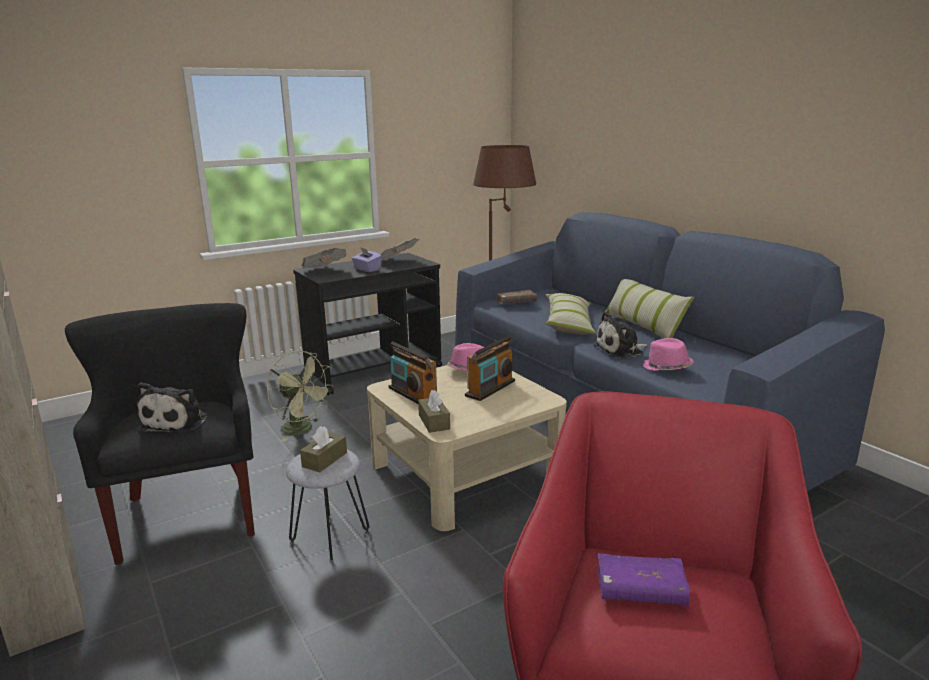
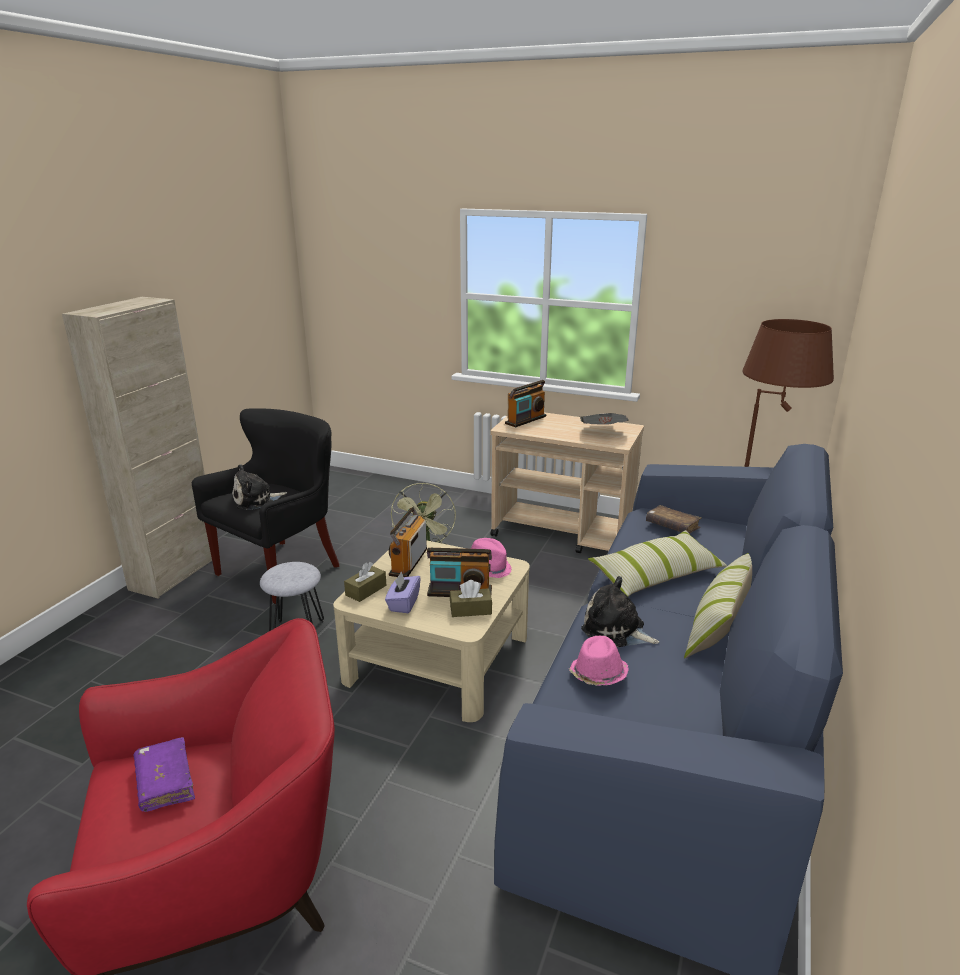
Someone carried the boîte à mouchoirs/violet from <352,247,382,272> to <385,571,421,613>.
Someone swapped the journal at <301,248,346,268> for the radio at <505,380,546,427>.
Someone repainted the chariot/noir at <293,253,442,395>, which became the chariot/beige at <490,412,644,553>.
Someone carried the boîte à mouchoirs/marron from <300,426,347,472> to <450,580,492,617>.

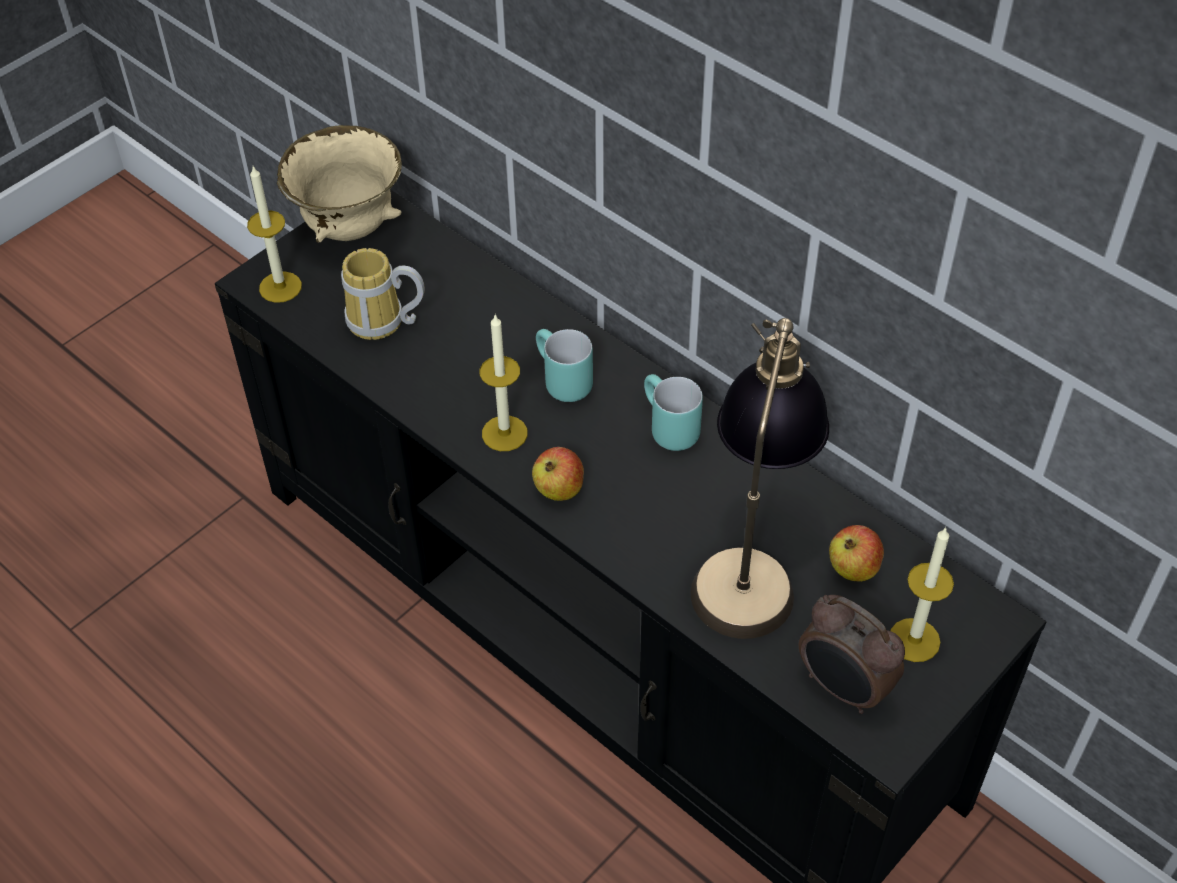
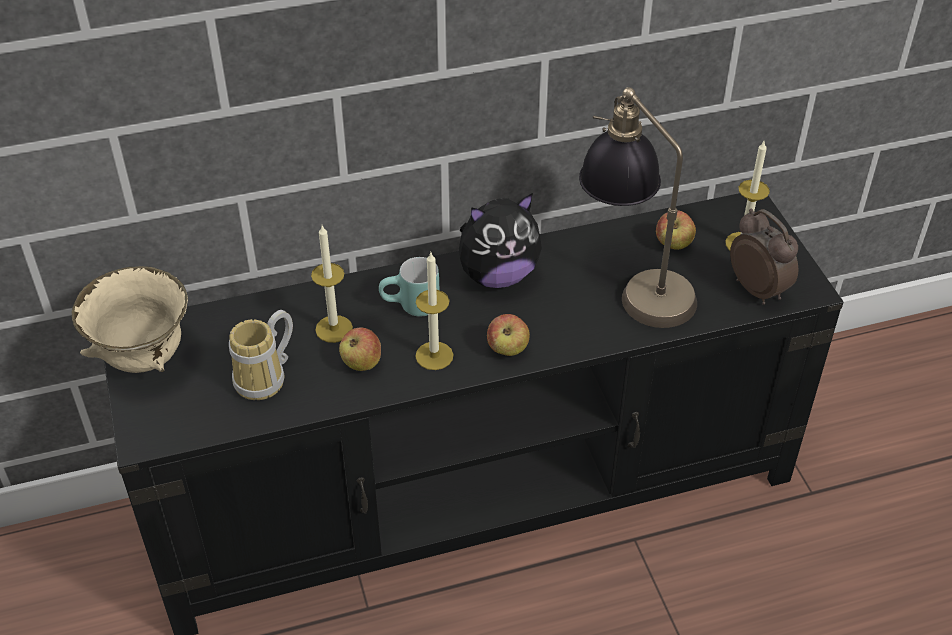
Someone carried the bougie from <247,166,302,303> to <311,226,353,343>.
Someone swapped the mug/turquoise at <644,374,703,451> for the peluche at <459,193,542,288>.
Someone rotated the réveil at <799,595,905,714> by 105 degrees counterclockwise.
Someone put down the pomme at <339,327,381,371>.

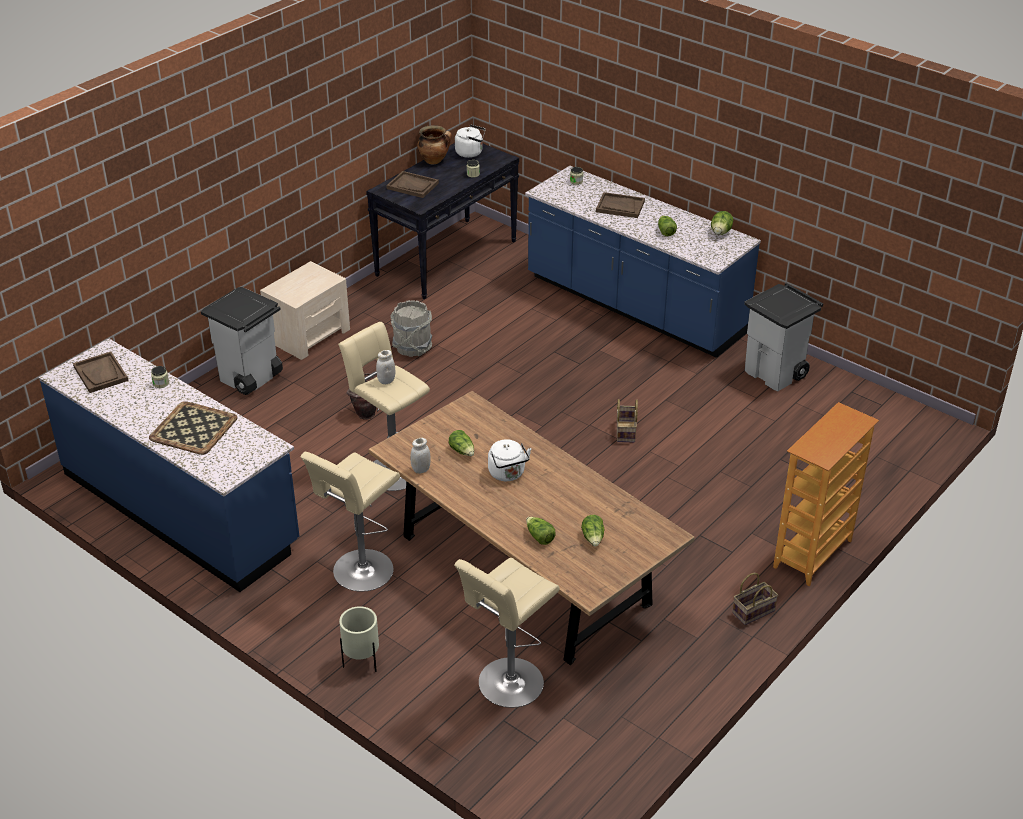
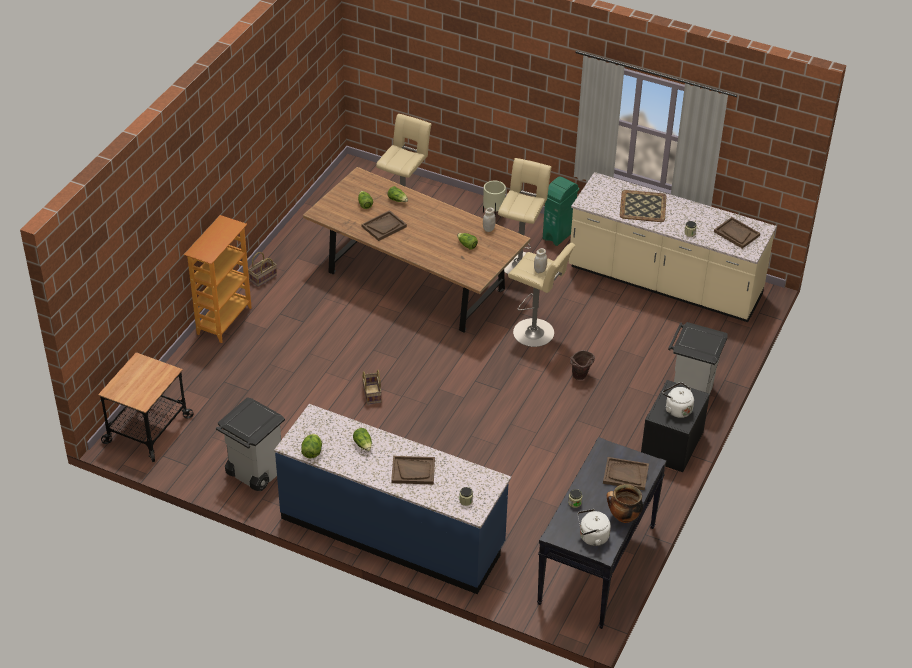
Someone repainted the table de chevet/beige at <260,261,350,360>, which became the table de chevet/noir at <641,380,710,472>.
Someone took away the seau/gris at <390,300,432,357>.
Someone repainted the comptoir de cuisine/bleu at <39,339,299,592>, which became the comptoir de cuisine/beige at <569,172,777,322>.
Someone carried the bouilloire/blanc from <488,439,531,481> to <662,382,694,418>.
Someone put down the poubelle/vert at <543,177,579,246>.
Someone put down the plateau/marron at <362,210,407,241>.
Someone put down the chariot at <98,352,194,462>.

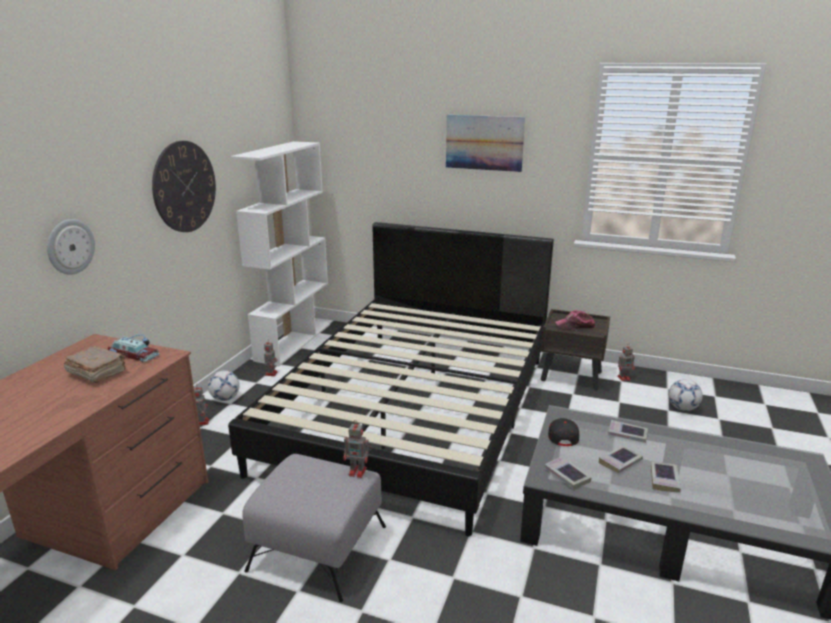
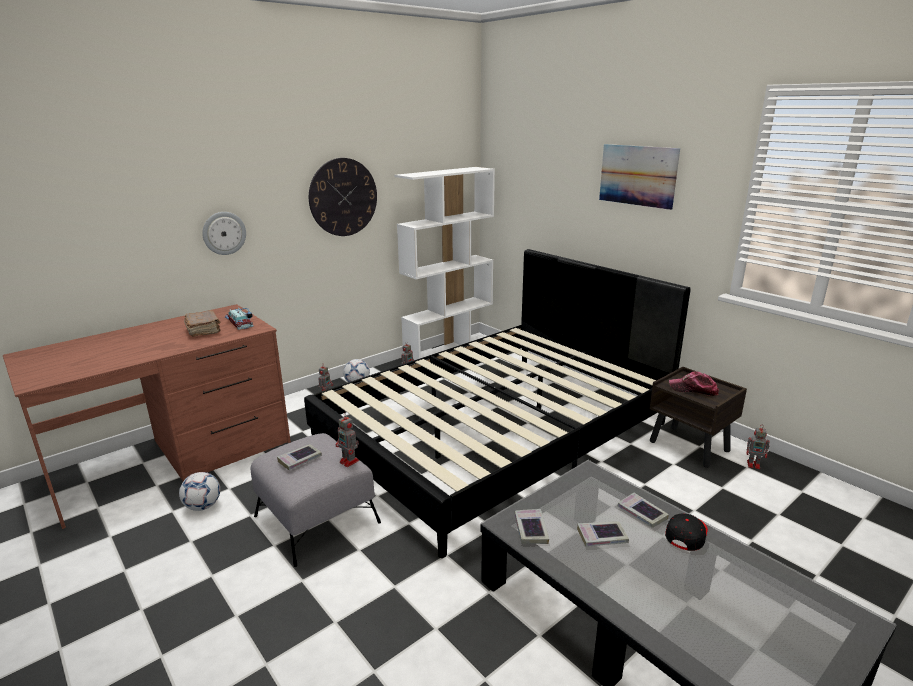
Someone carried the ballon de foot from <669,379,703,411> to <179,472,220,511>.
Someone carried the casquette/noir from <548,418,579,446> to <665,513,708,551>.
Someone carried the livre from <651,461,681,493> to <277,444,322,470>.

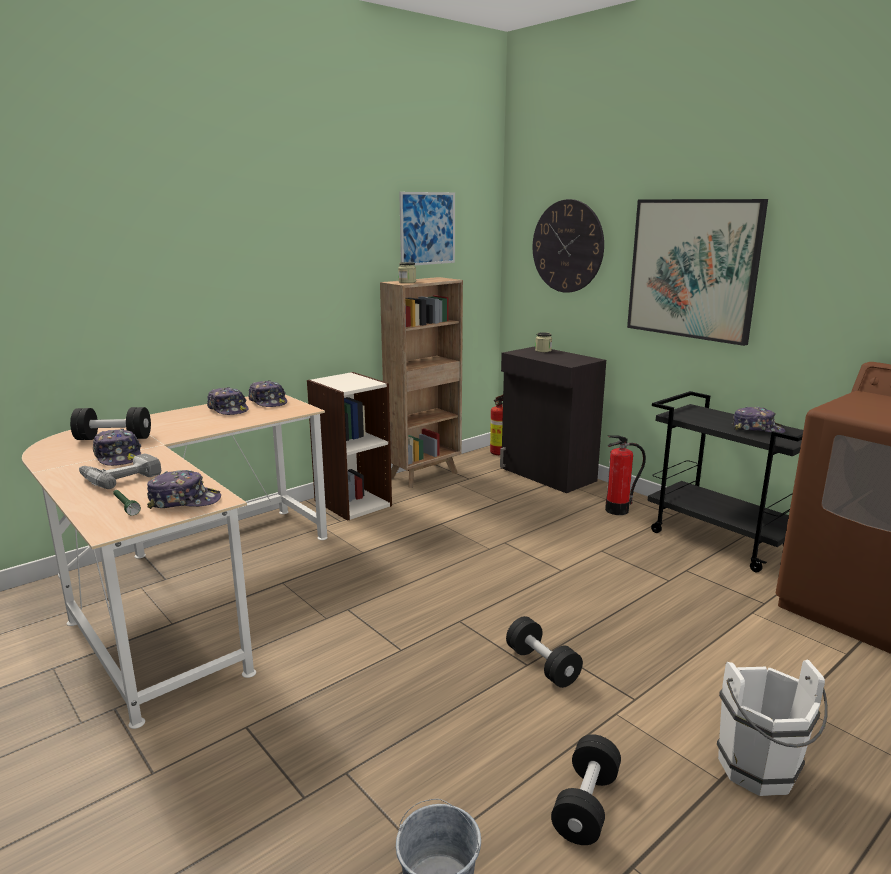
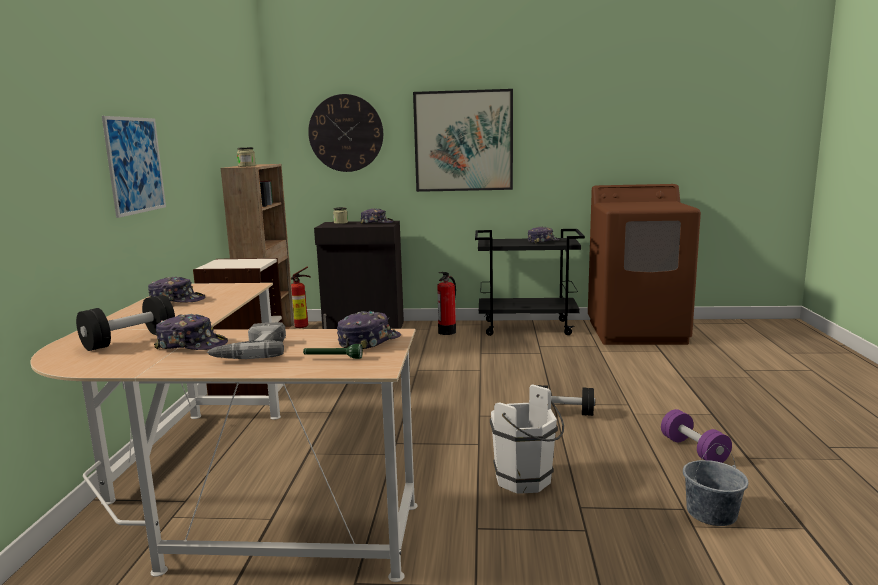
Someone carried the tableau from <399,192,455,265> to <102,116,166,218>.
Someone carried the casquette from <248,380,287,407> to <361,208,394,224>.
Someone carried the seau/blanc from <717,660,828,796> to <490,385,564,494>.
Someone repainted the haltère/noir at <551,734,621,845>, which became the haltère/violet at <661,409,732,463>.

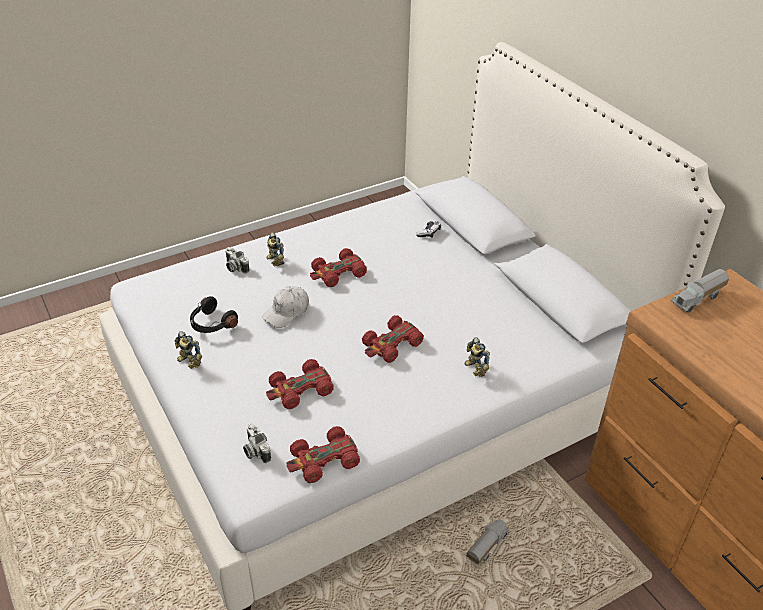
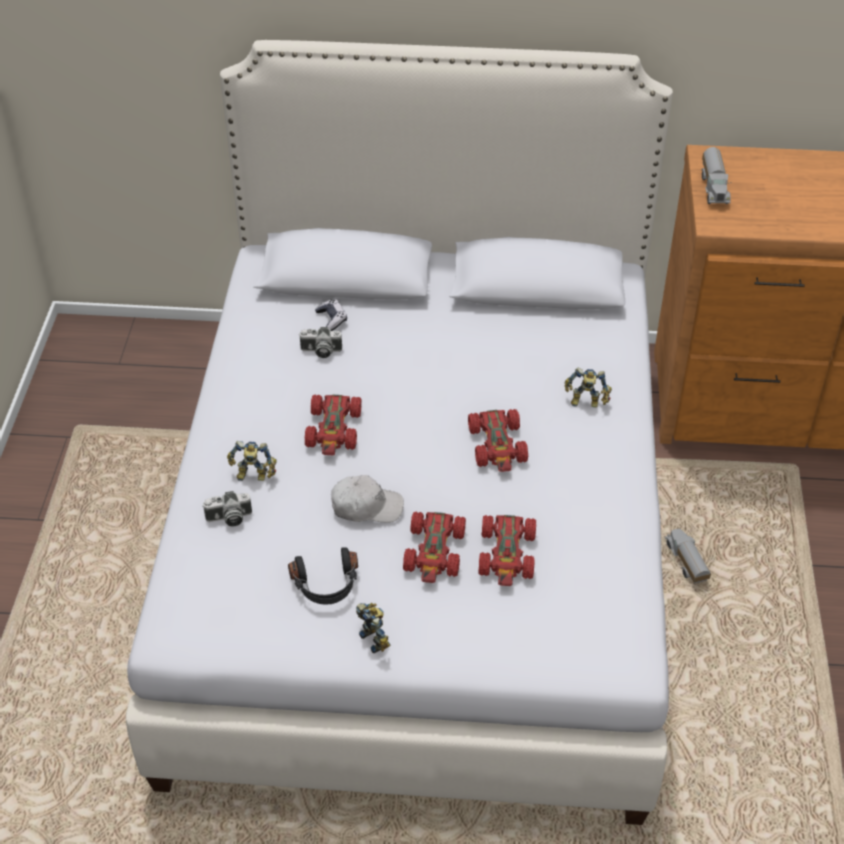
Someone rotated the casquette/blanc at <262,286,309,328> by 75 degrees counterclockwise.
Someone rotated the robot jouet at <174,331,202,369> by 105 degrees counterclockwise.
Someone carried the appareil photo from <243,424,271,463> to <299,327,342,358>.
Someone carried the petite voiture/rouge from <286,426,360,483> to <403,511,466,583>.

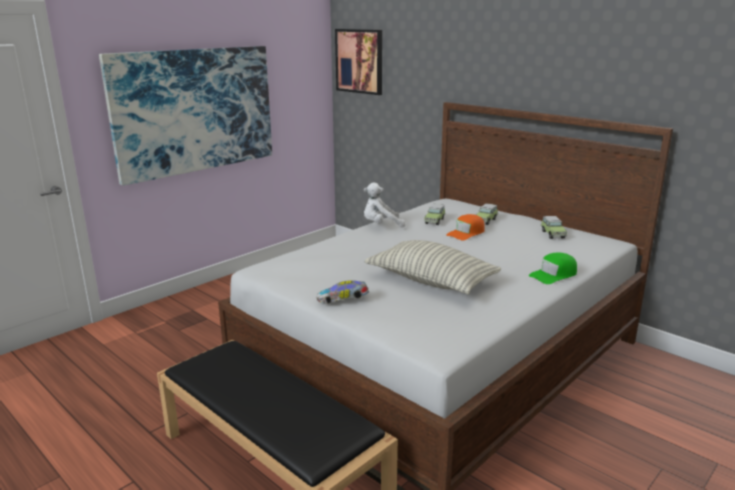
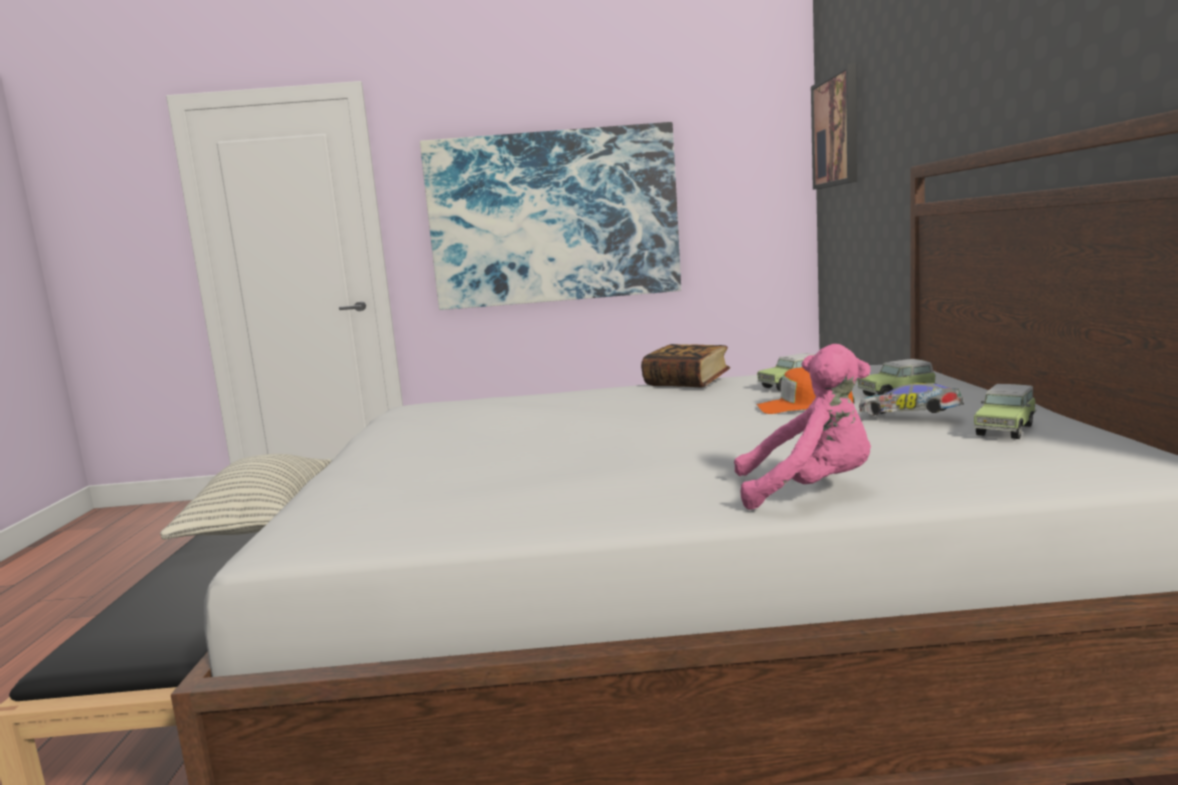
Someone swapped the peluche/blanc at <364,183,405,228> for the livre at <641,344,730,387>.
Someone carried the coussin from <364,240,501,294> to <160,454,331,540>.
Someone swapped the casquette/vert at <529,253,577,284> for the peluche/rose at <734,344,871,510>.
Someone carried the petite voiture from <317,280,369,304> to <859,383,964,416>.

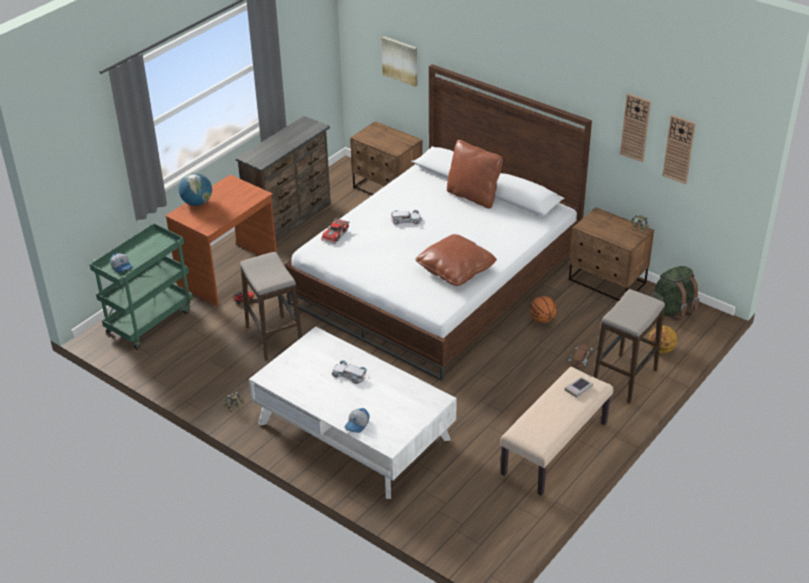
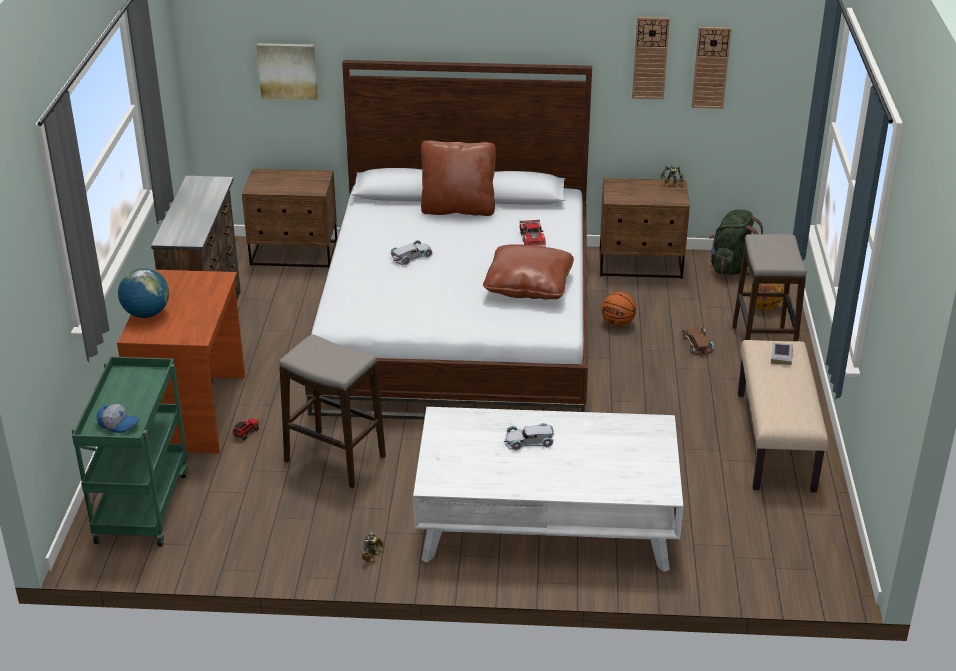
Someone carried the petite voiture from <321,218,349,244> to <520,220,546,247>.
Someone took away the casquette at <344,408,369,433>.

